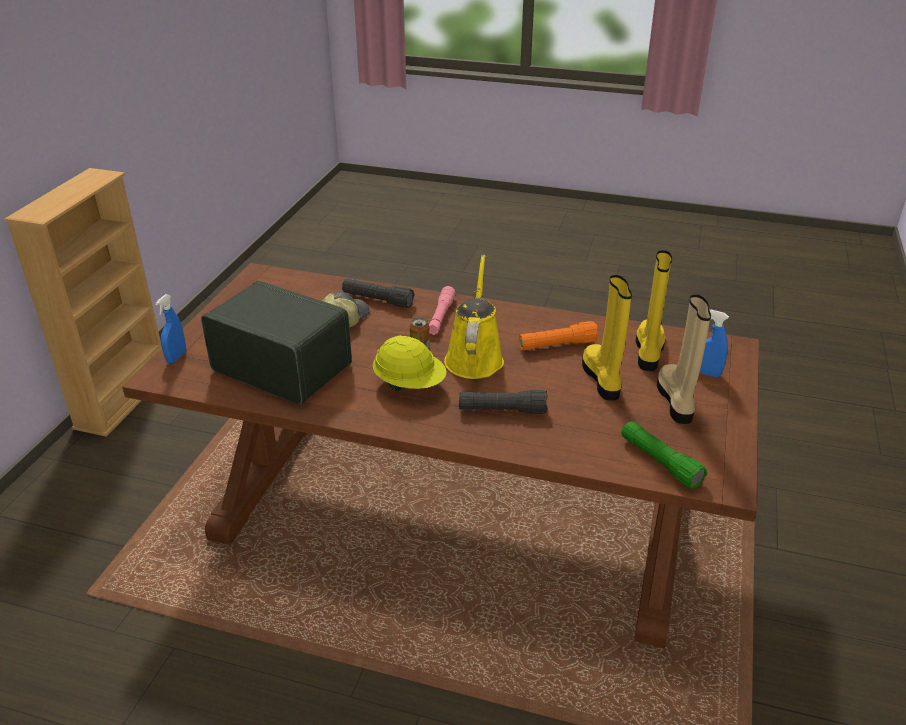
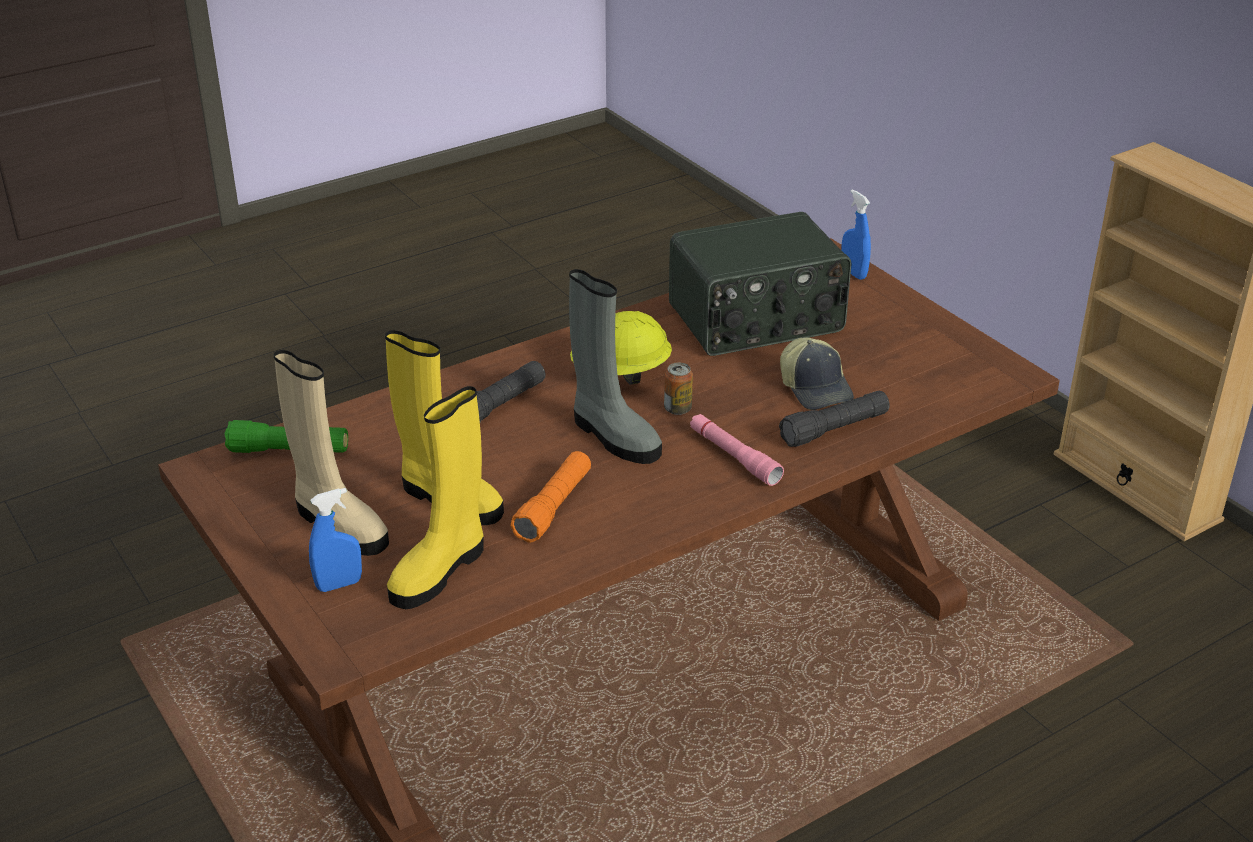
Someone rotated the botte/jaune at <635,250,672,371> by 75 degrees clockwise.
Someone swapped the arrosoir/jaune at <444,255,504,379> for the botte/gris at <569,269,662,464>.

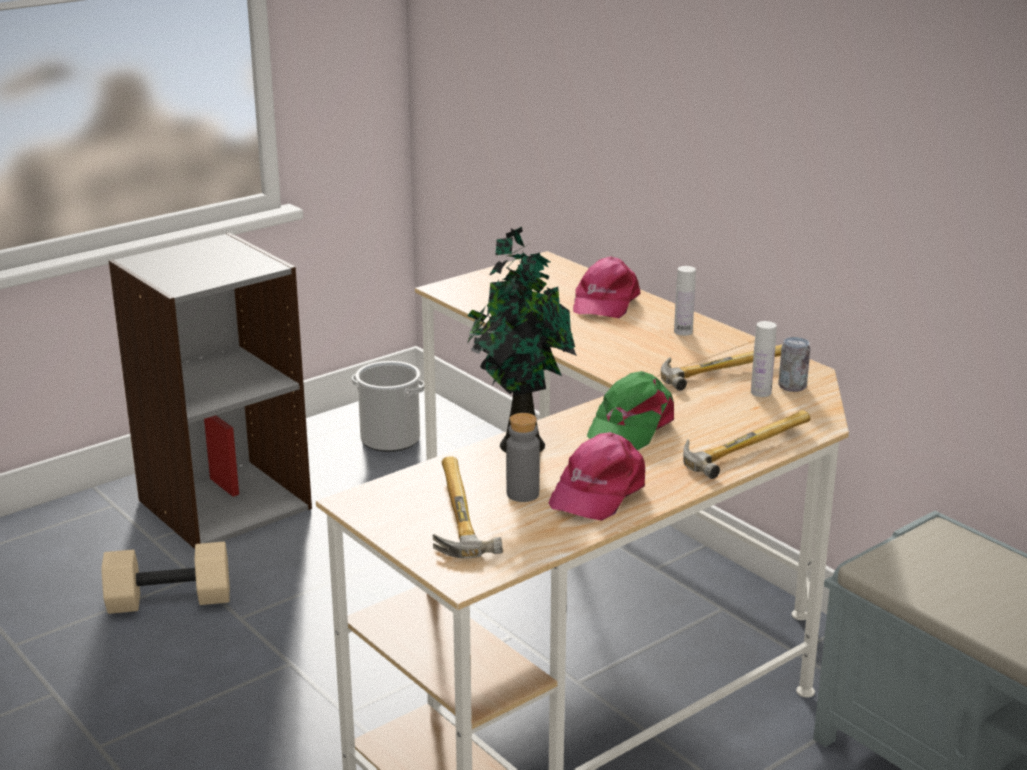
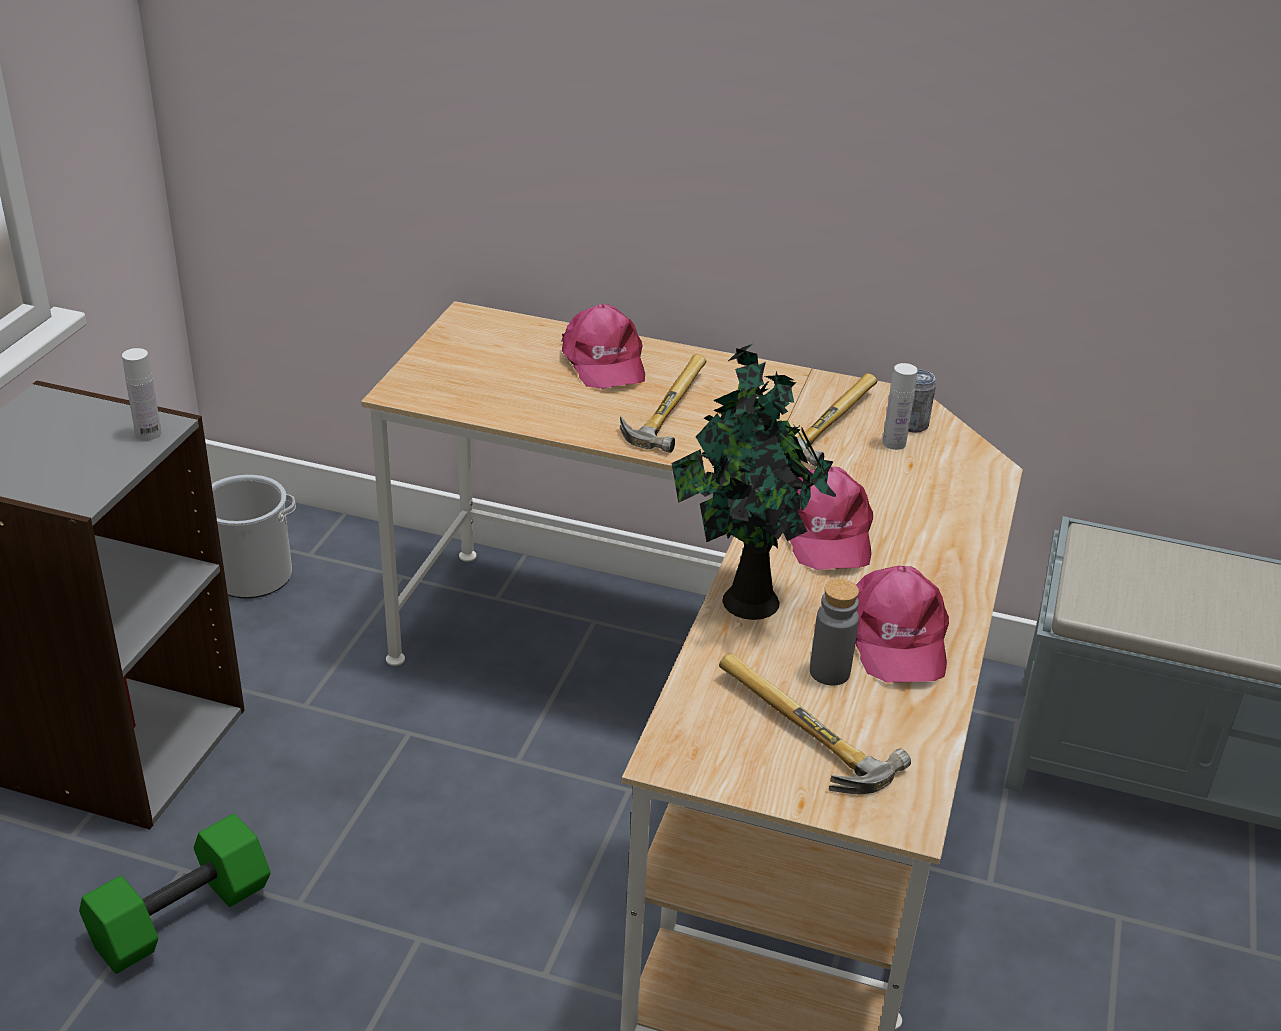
Someone carried the bouteille/blanc from <674,266,696,336> to <122,348,161,440>.
Someone repainted the casquette/vert at <587,371,674,450>, which became the casquette/rose at <789,467,873,570>.
Someone carried the marteau from <683,410,811,479> to <620,354,706,453>.
Someone repainted the haltère/beige at <101,541,230,614>, which became the haltère/vert at <79,814,271,974>.

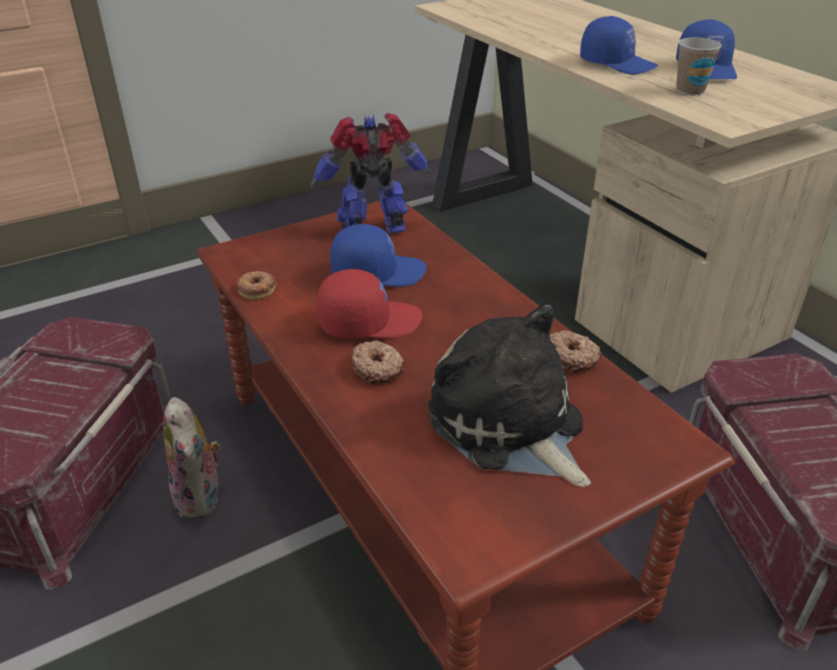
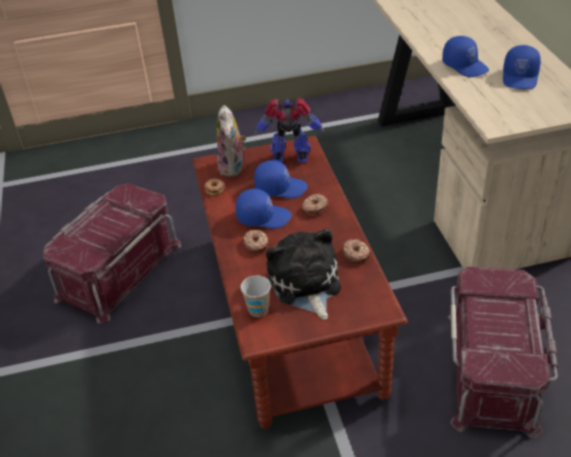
Someone carried the tasse from <676,37,722,95> to <241,275,271,317>.
Someone repainted the casquette/rouge at <317,269,422,339>, which became the casquette/bleu at <235,189,291,229>.
Someone carried the peluche from <163,397,220,519> to <216,105,246,177>.
Someone put down the beignet at <302,194,328,216>.

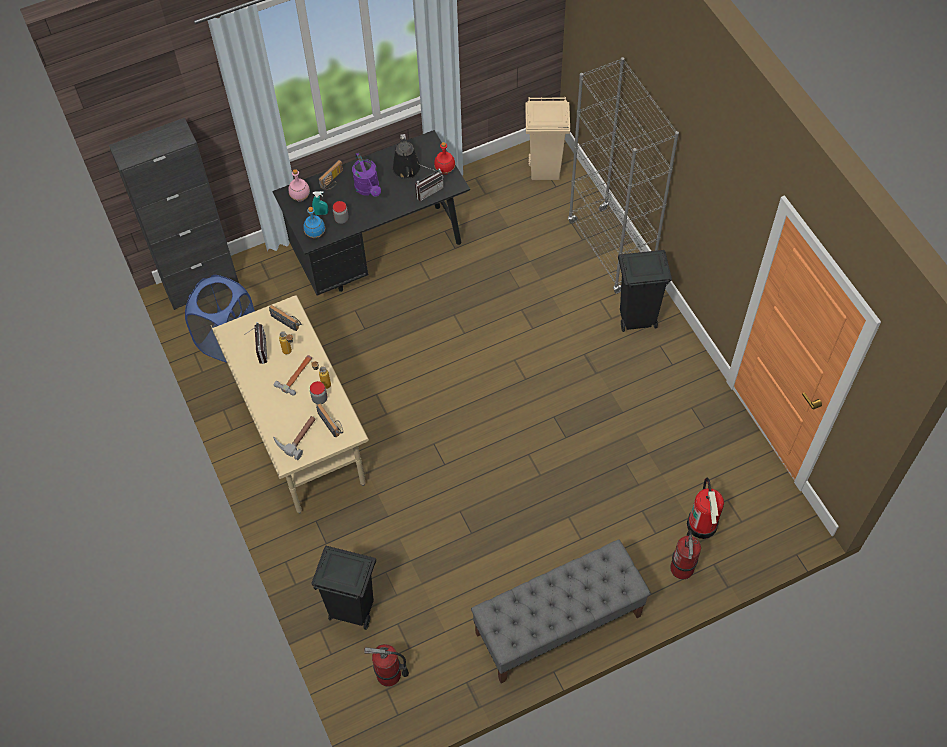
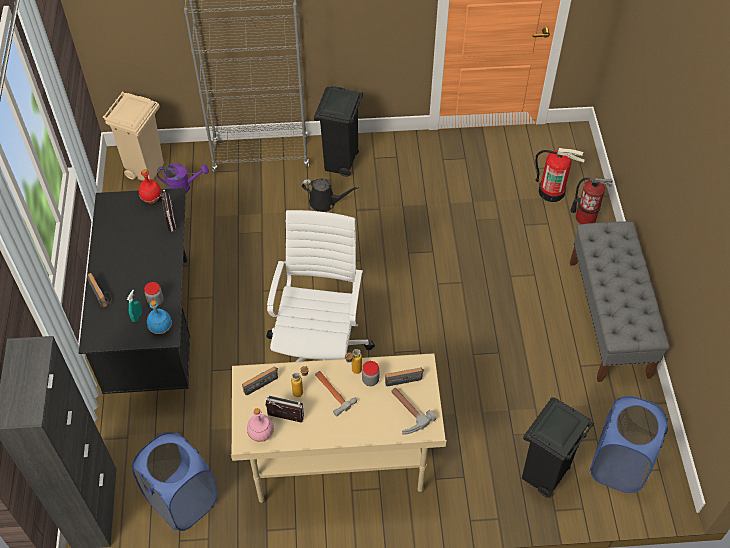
Someone carried the arrosoir/noir from <392,134,421,179> to <302,178,359,212>.
Someone carried the arrosoir/violet from <352,153,381,197> to <157,164,209,193>.
Someone carried the bouteille/rose from <288,169,310,202> to <247,408,274,442>.
Someone swapped the extincteur at <364,644,409,686> for the panier à linge/bleu at <590,396,668,493>.
Someone put down the chaise de bureau/blanc at <266,210,375,362>.

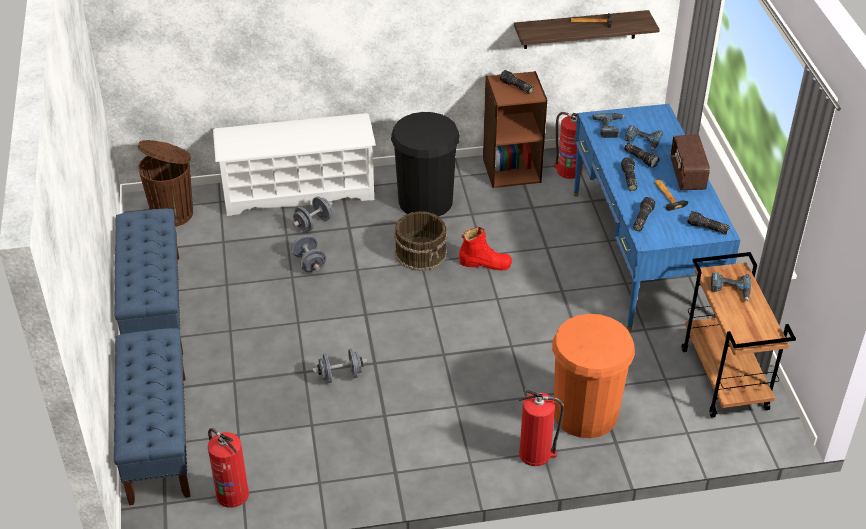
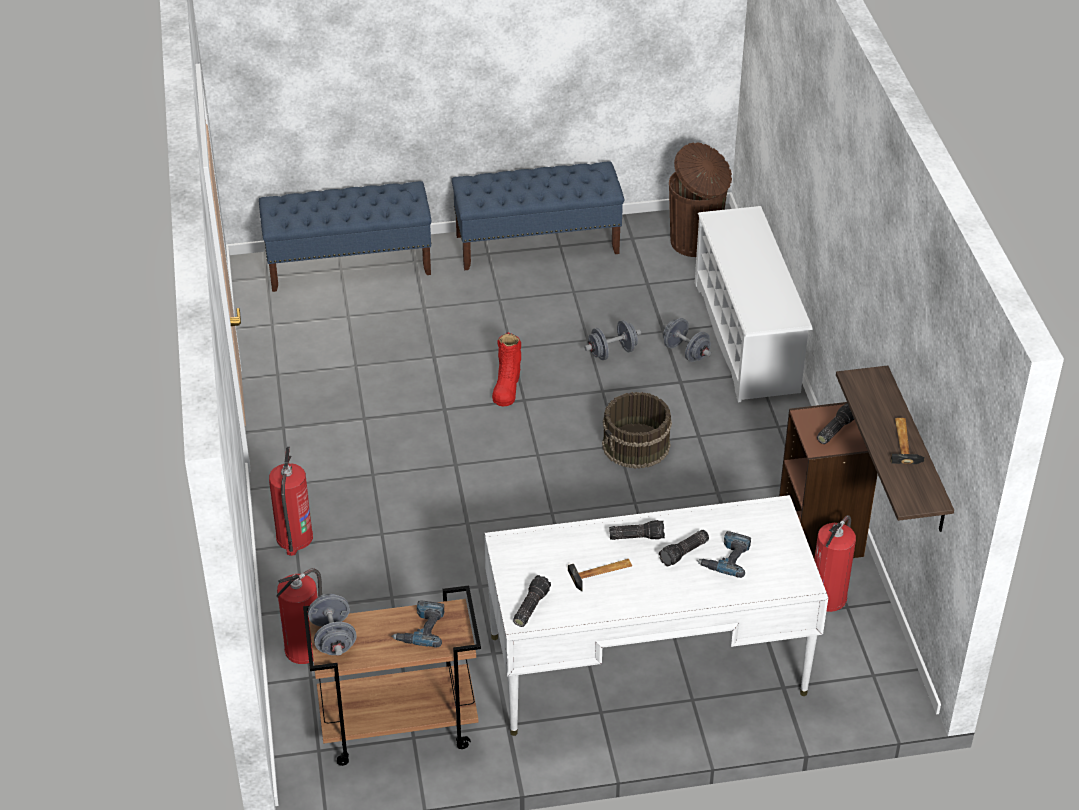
Someone repainted the bureau/bleu at <574,104,740,331>, which became the bureau/blanc at <484,495,828,736>.
Someone took away the poubelle/noir at <391,112,460,217>.
Someone took away the perceuse at <592,113,626,138>.
Someone took away the radio at <670,135,710,190>.
Someone took away the lampe de poche at <633,197,655,231>.
Someone carried the botte/rouge from <459,227,512,271> to <492,332,521,406>.
Someone took away the poubelle/orange at <552,314,635,438>.
Someone carried the haltère/gris from <312,348,368,383> to <308,594,357,656>.
Someone carried the extincteur from <208,428,249,507> to <276,568,322,664>.

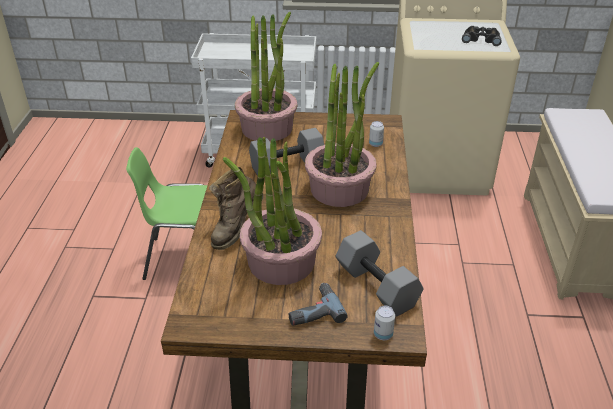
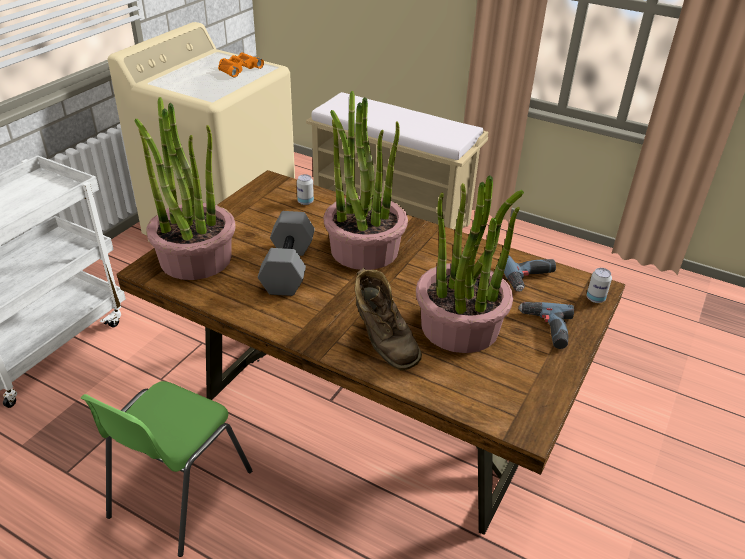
Someone repainted the jumelles/noir at <462,26,502,46>, which became the jumelles/orange at <218,52,264,78>.
Someone swapped the haltère/gris at <336,230,423,317> for the perceuse at <504,255,556,291>.

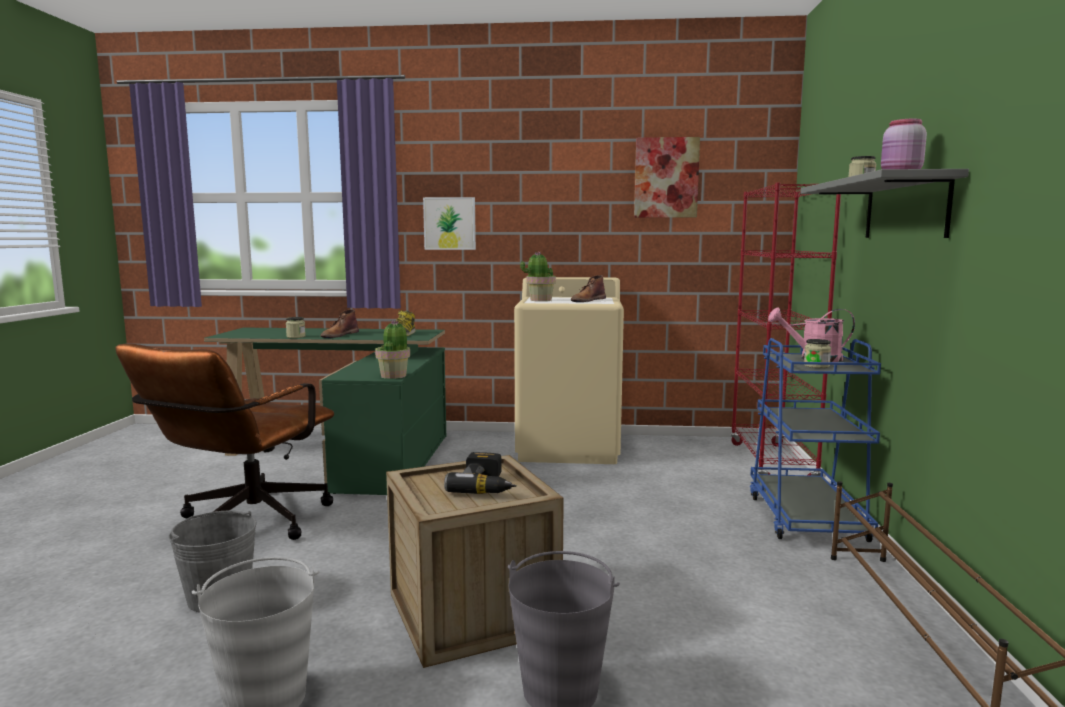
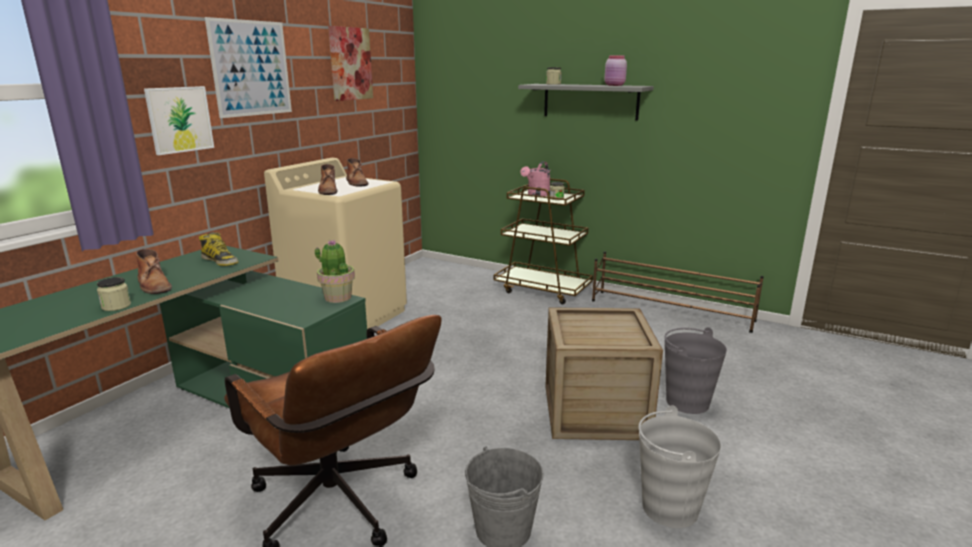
Someone took away the bibliothèque/rouge at <730,183,841,476>.
Someone swapped the plante en pot at <520,251,556,301> for the botte/marron at <318,164,338,195>.
Someone repainted the chariot/bleu at <750,338,881,542>, which became the chariot/marron at <494,179,593,304>.
Someone took away the perceuse at <444,452,517,494>.
Someone put up the tableau at <205,17,292,118>.

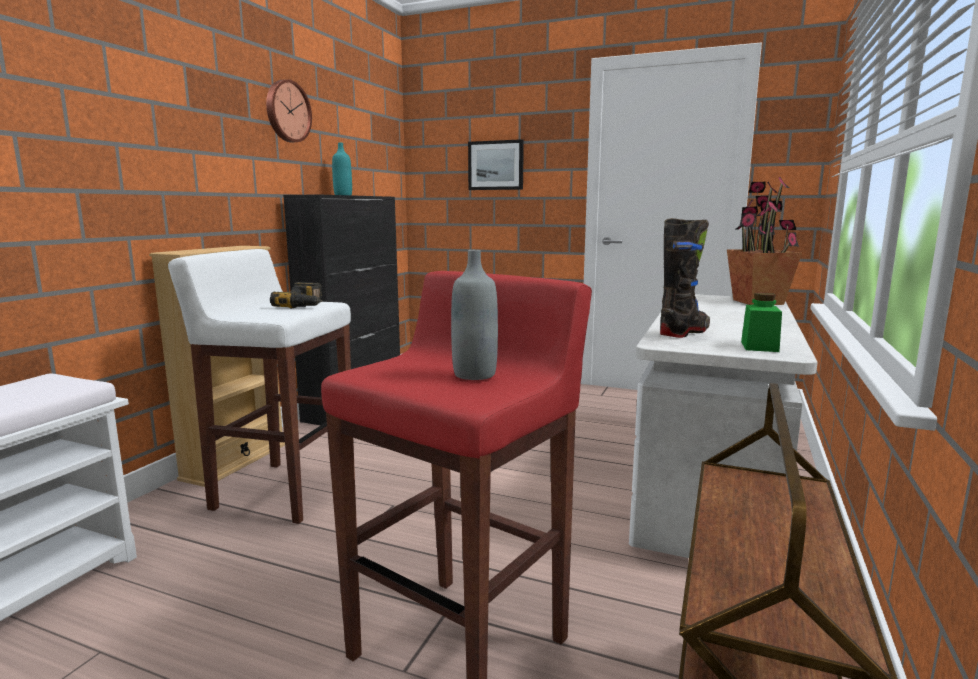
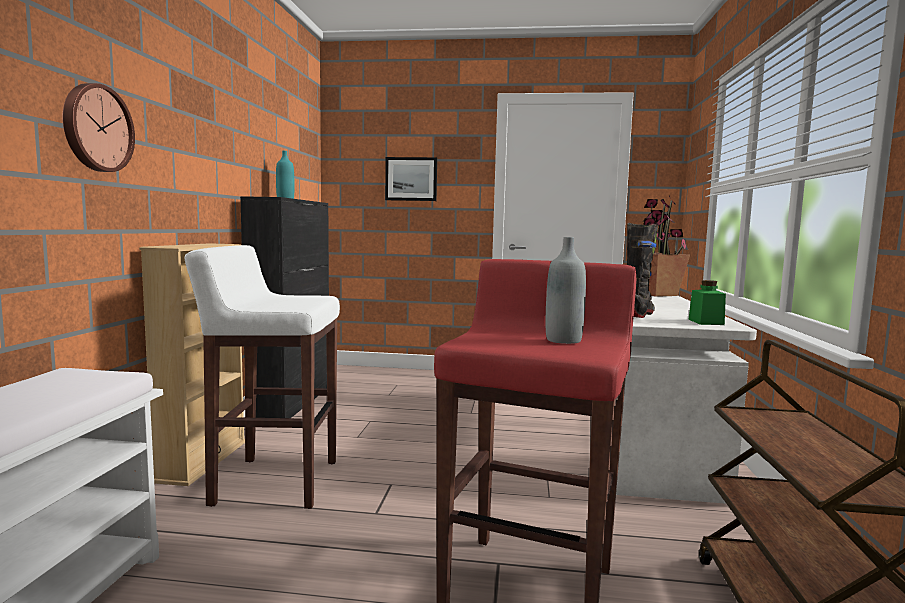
Someone carried the horloge murale from <266,79,312,142> to <63,83,135,172>.
Someone took away the perceuse at <270,282,323,308>.

